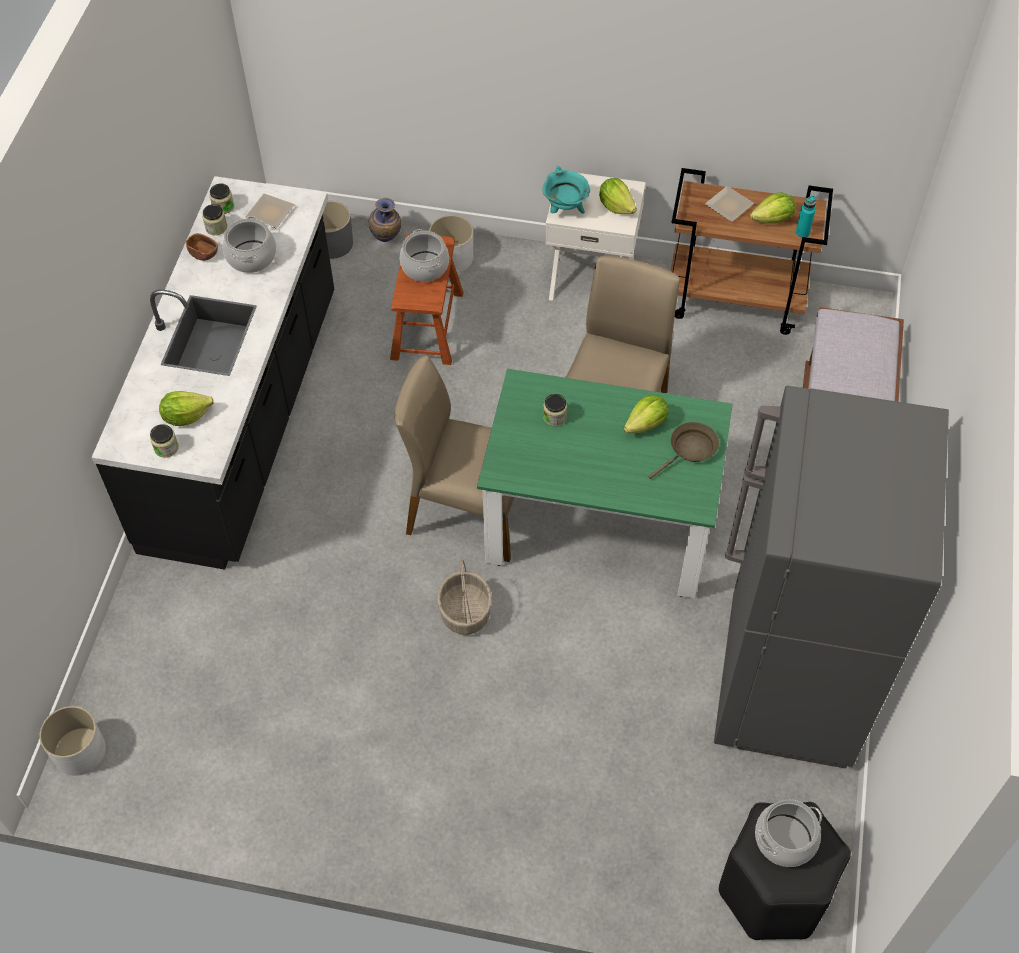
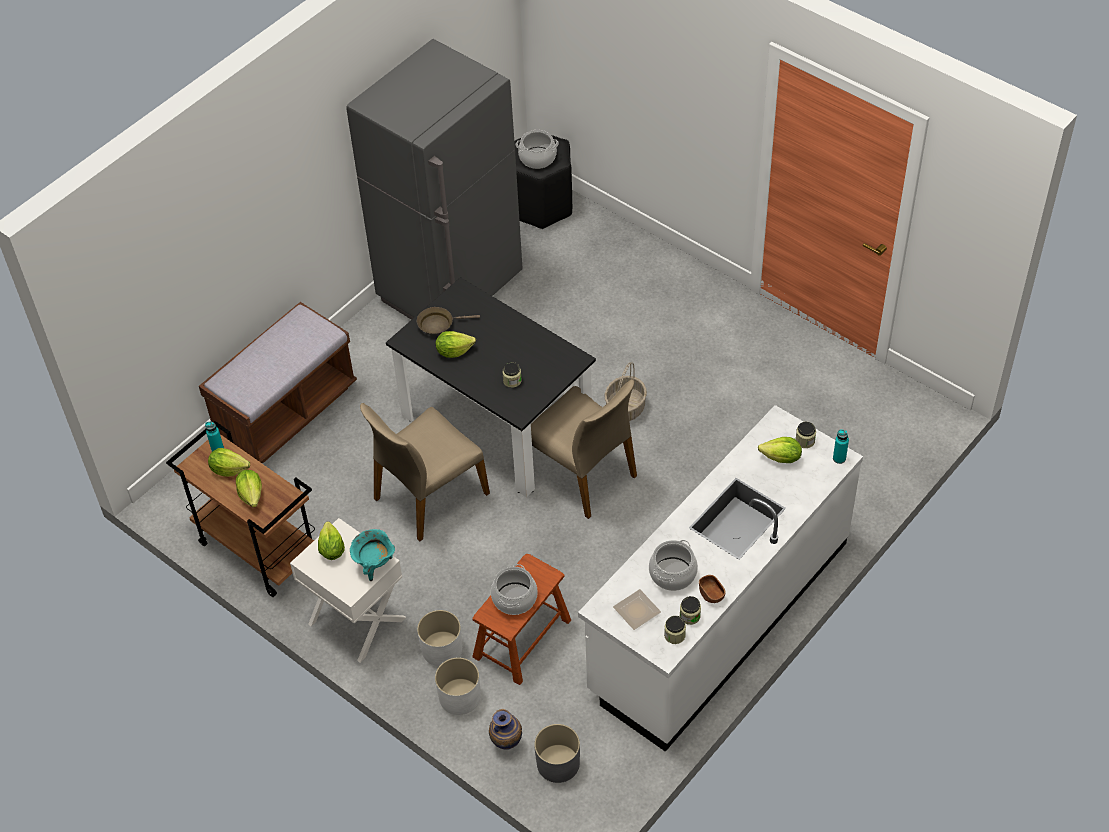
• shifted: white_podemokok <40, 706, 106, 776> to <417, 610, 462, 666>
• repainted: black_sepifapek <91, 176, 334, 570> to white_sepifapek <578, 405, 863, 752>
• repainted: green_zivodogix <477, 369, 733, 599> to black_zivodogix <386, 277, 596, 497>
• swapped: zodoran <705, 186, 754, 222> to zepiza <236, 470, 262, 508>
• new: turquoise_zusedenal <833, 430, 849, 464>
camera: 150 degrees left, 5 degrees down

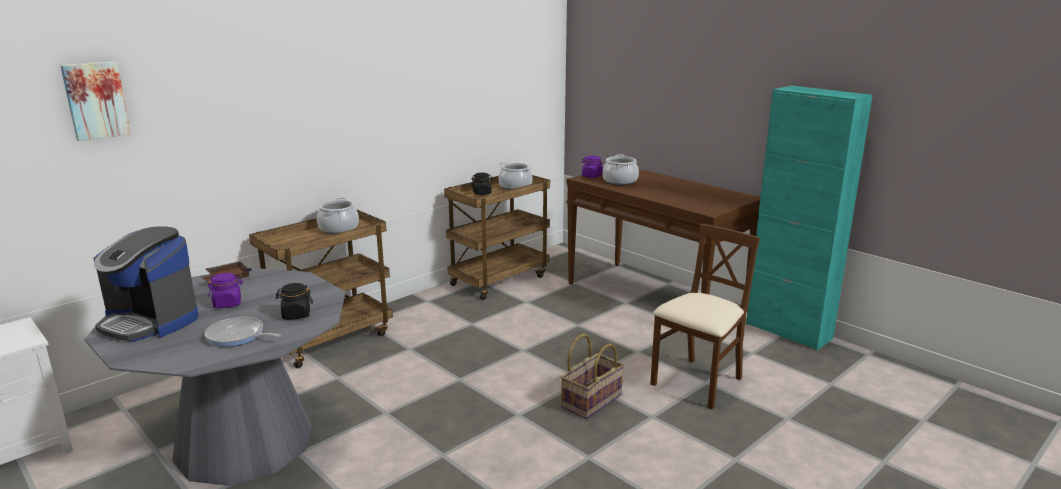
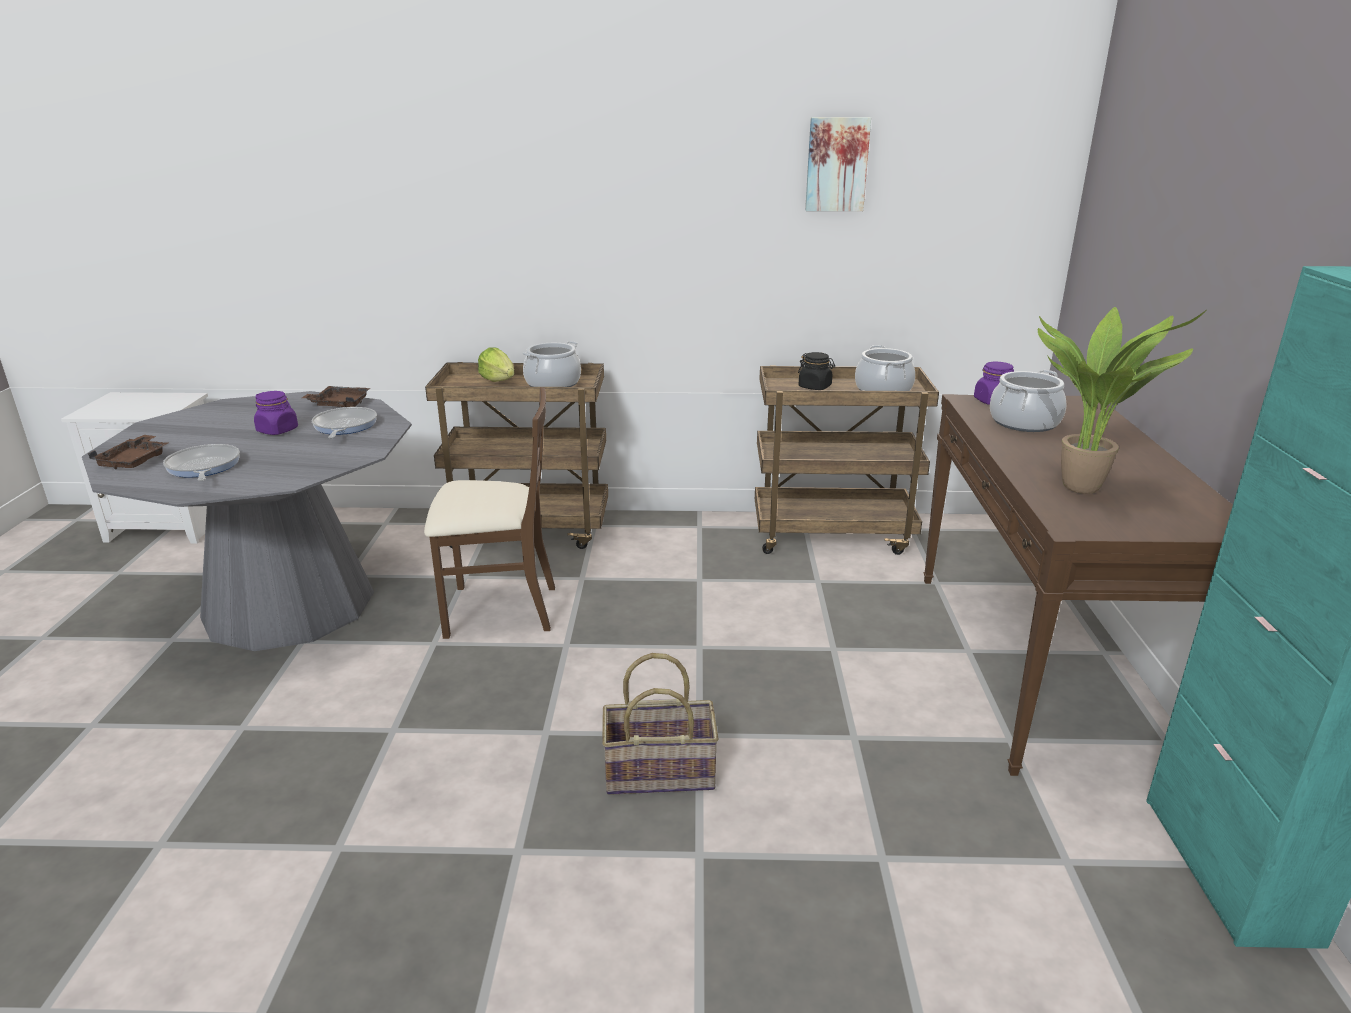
• shifted: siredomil <60, 61, 131, 141> to <805, 117, 871, 211>
• gone: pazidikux <93, 226, 198, 342>
• gone: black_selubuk <275, 283, 313, 320>
• shifted: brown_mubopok <650, 224, 760, 410> to <424, 387, 555, 639>
• new: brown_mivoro <88, 435, 168, 470>
• new: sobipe <311, 407, 377, 438>
• new: zepiza <478, 347, 515, 382>
• new: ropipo <1038, 307, 1207, 494>
camera: 45 degrees right, 5 degrees up

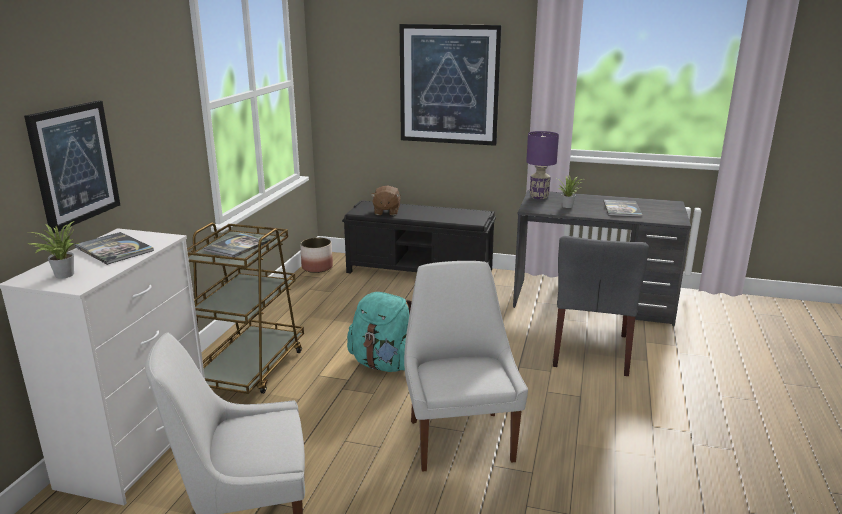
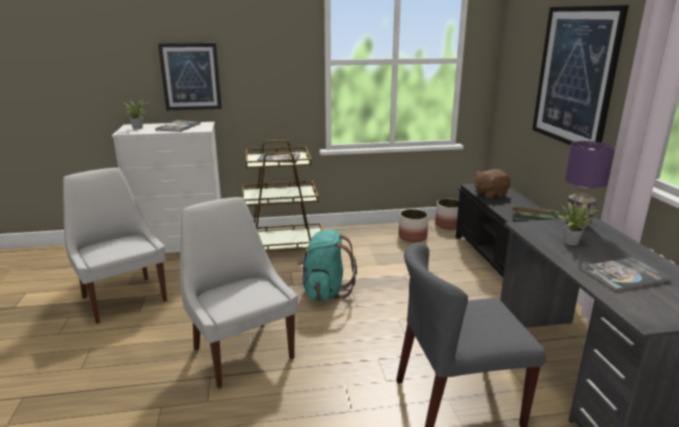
• rotated: white_mubopok <404, 261, 528, 472> = <180, 197, 298, 389> 90 degrees counterclockwise
• new: podemokok <398, 209, 429, 242>
• new: green_mivoro <513, 205, 560, 220>
camera: 65 degrees right, 0 degrees up

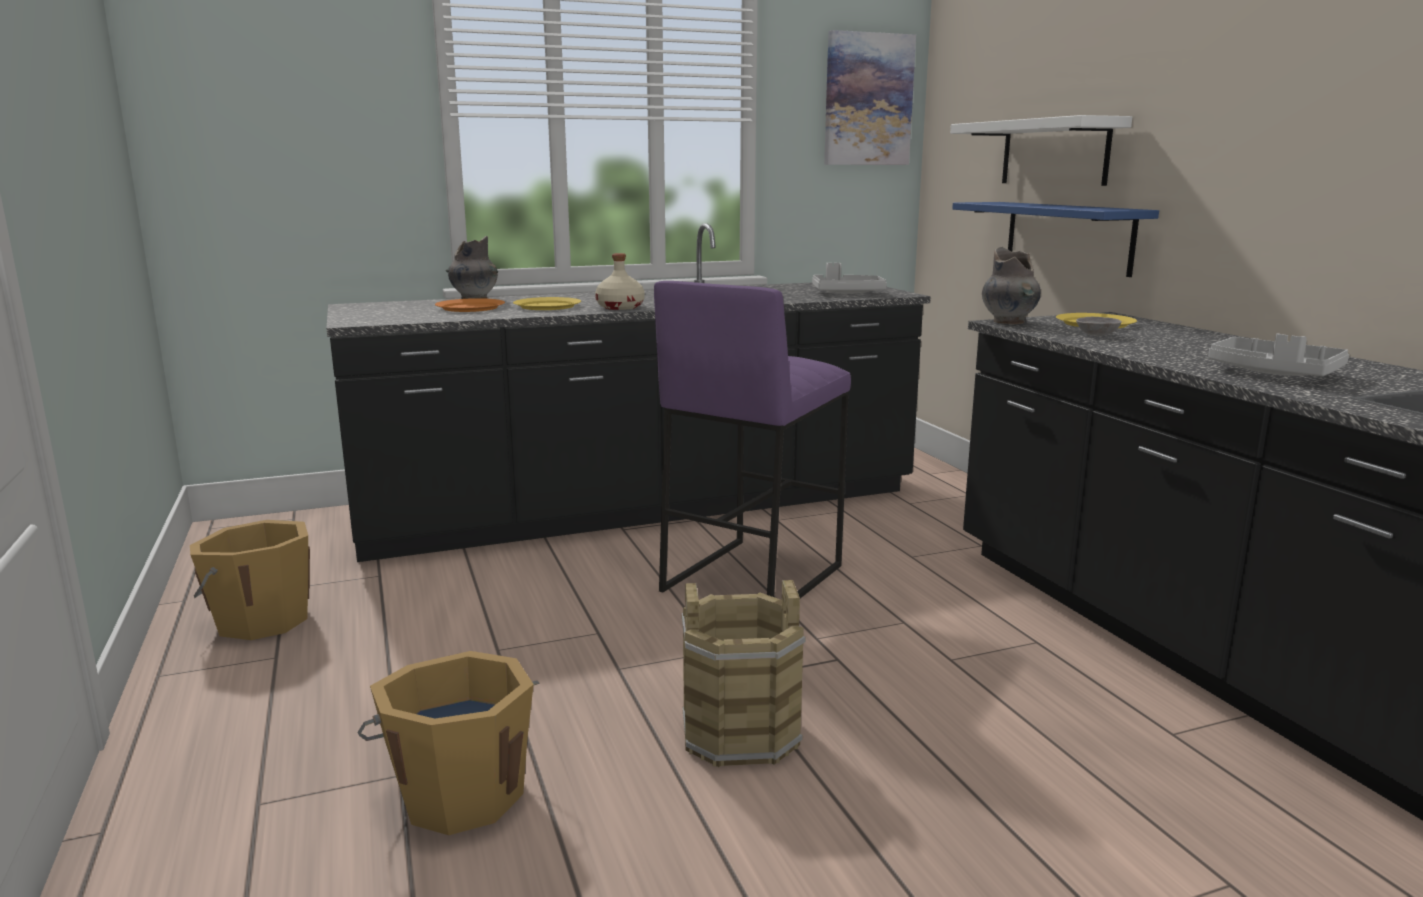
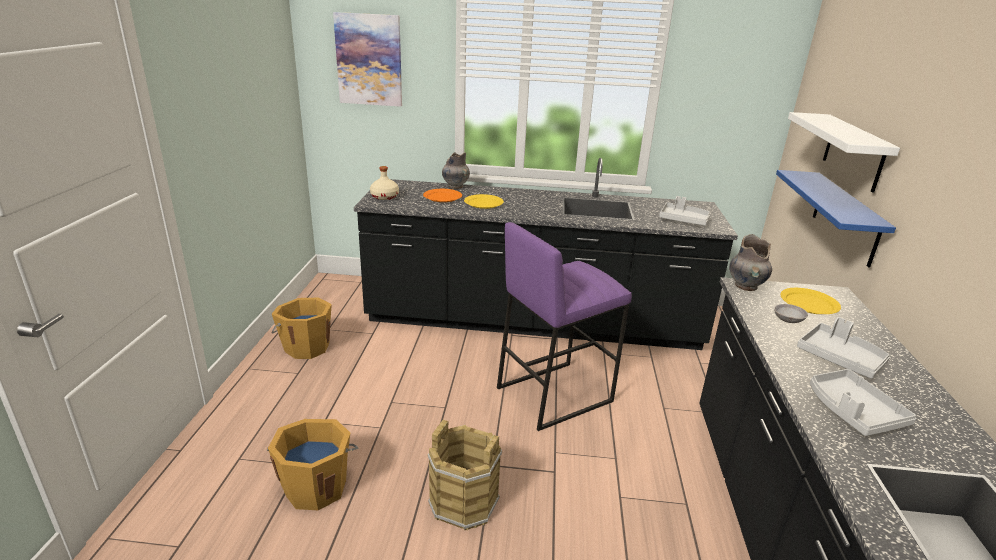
• shifted: beige_zusedenal <595, 253, 645, 310> to <370, 166, 399, 200>
• shifted: siredomil <824, 30, 916, 165> to <333, 12, 402, 107>
• new: grey_mivoro <797, 317, 890, 379>
camera: 25 degrees right, 10 degrees up

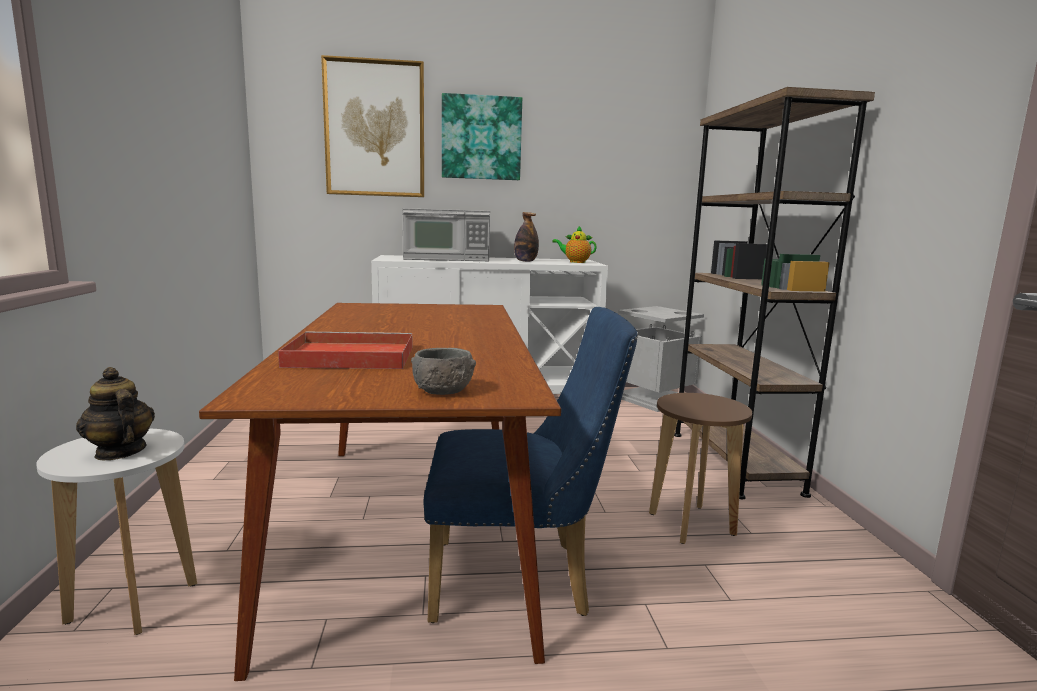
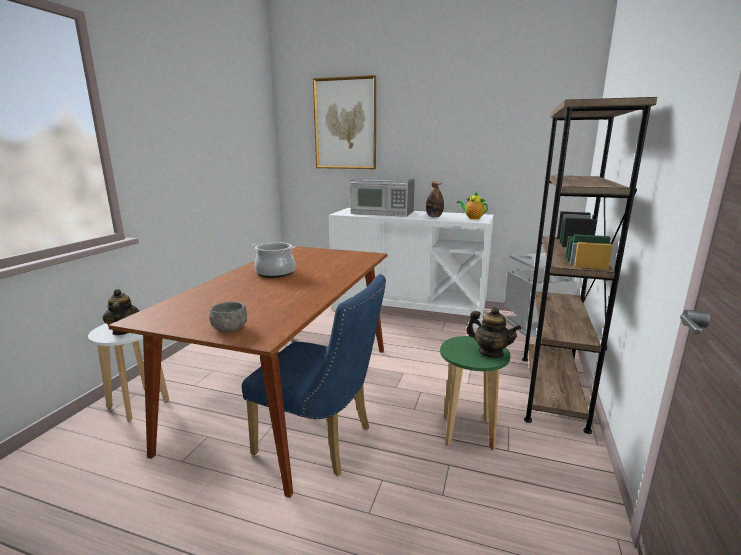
• gone: red_mivoro <278, 332, 413, 369>
• gone: siredomil <442, 93, 522, 180>
• repainted: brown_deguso <649, 393, 752, 544> to green_deguso <440, 336, 510, 450>
• new: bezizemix <252, 242, 295, 278>
• new: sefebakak <466, 307, 521, 358>
camera: 25 degrees right, 5 degrees up

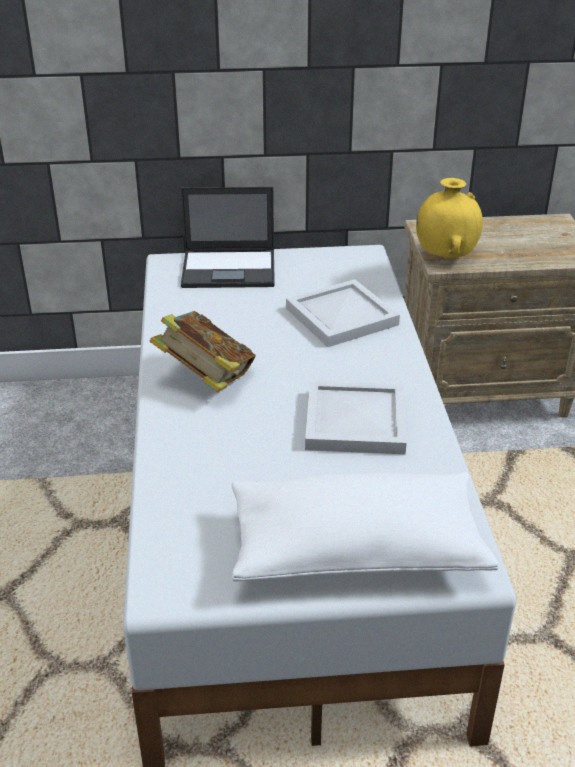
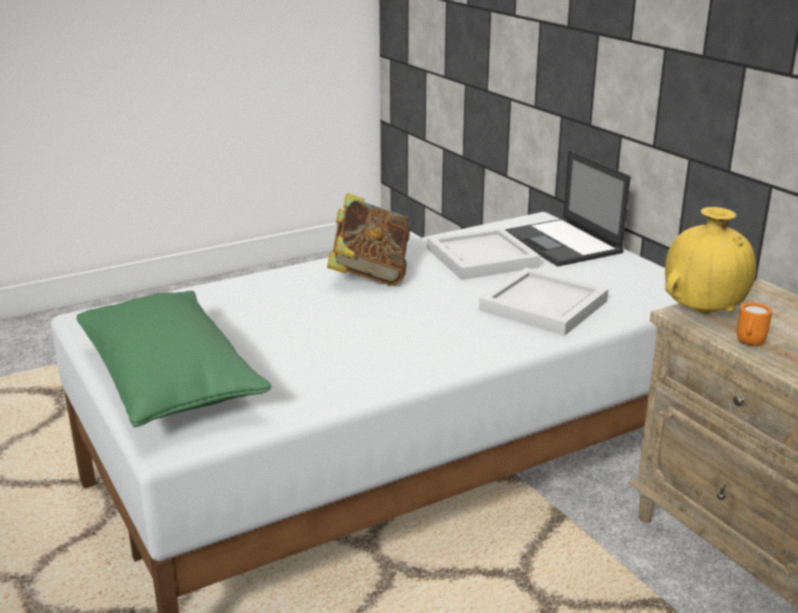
• repainted: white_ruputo <232, 472, 498, 581> to green_ruputo <76, 291, 271, 428>
• shifted: white_mivoro <305, 381, 407, 454> to <427, 227, 541, 280>
• new: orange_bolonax <737, 302, 772, 346>
camera: 65 degrees right, 10 degrees down

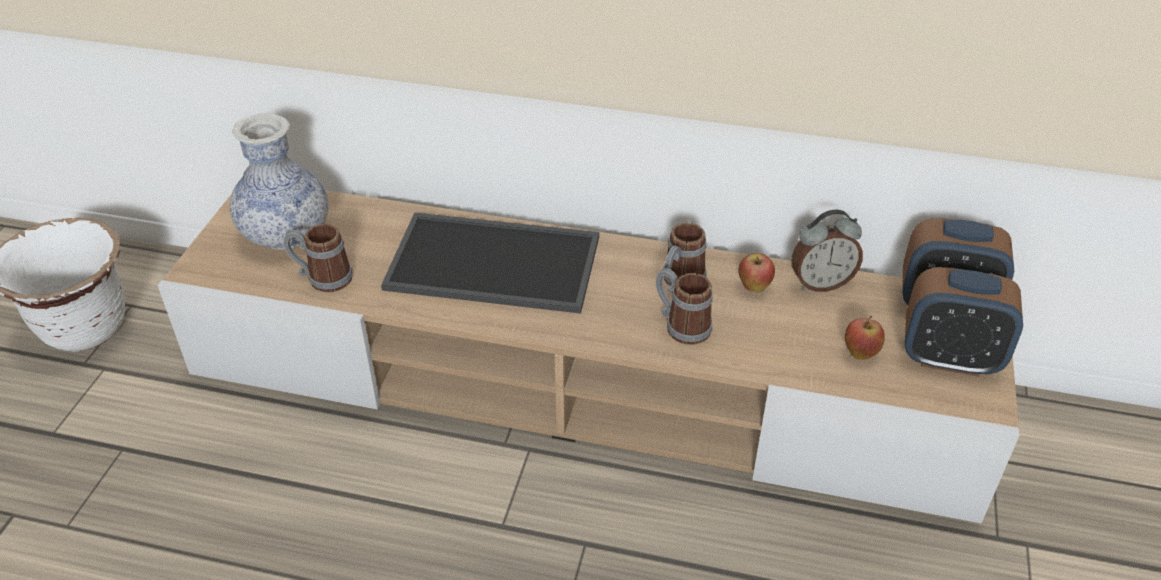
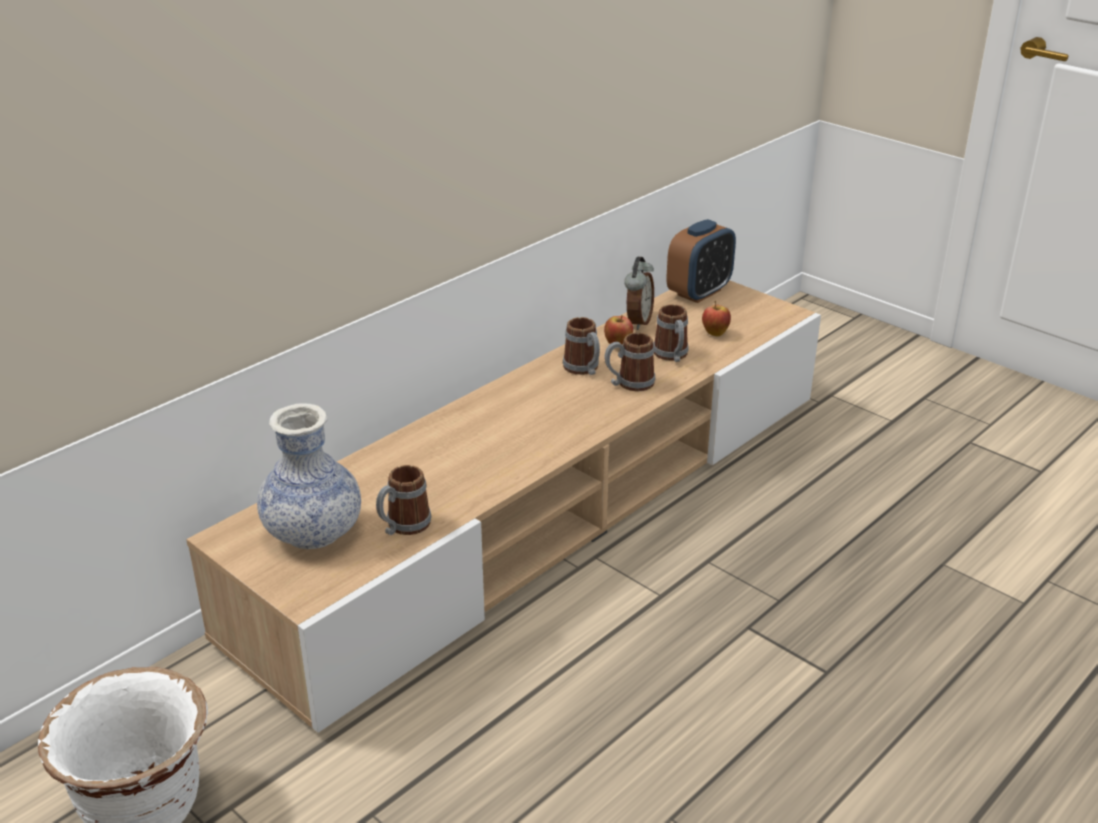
• gone: mivoro <381, 213, 599, 314>
• gone: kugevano <905, 267, 1023, 377>
• new: bolonax <653, 304, 689, 362>
camera: 60 degrees left, 10 degrees down

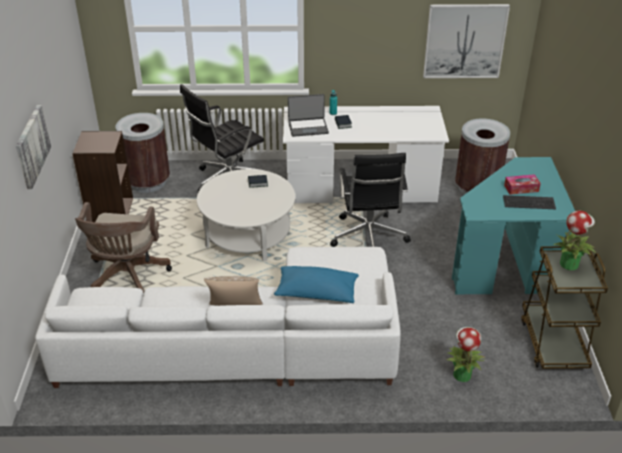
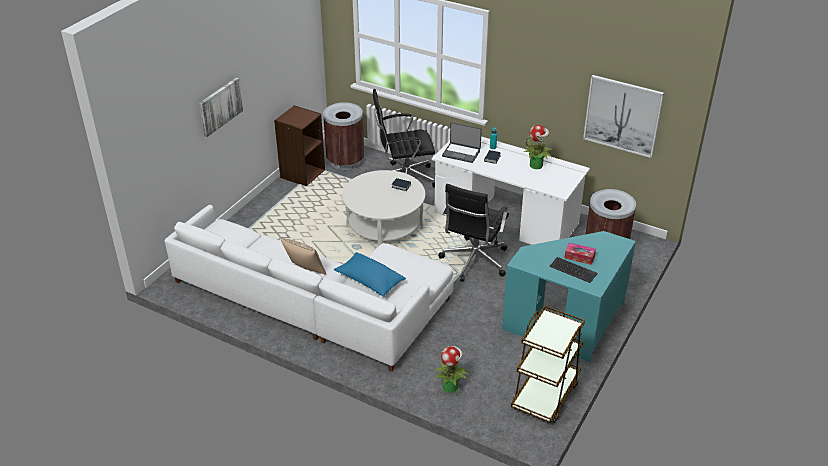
• gone: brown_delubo <75, 202, 172, 293>
• shifted: ropipo <553, 211, 596, 270> to <523, 125, 553, 169>
camera: 30 degrees right, 0 degrees up

